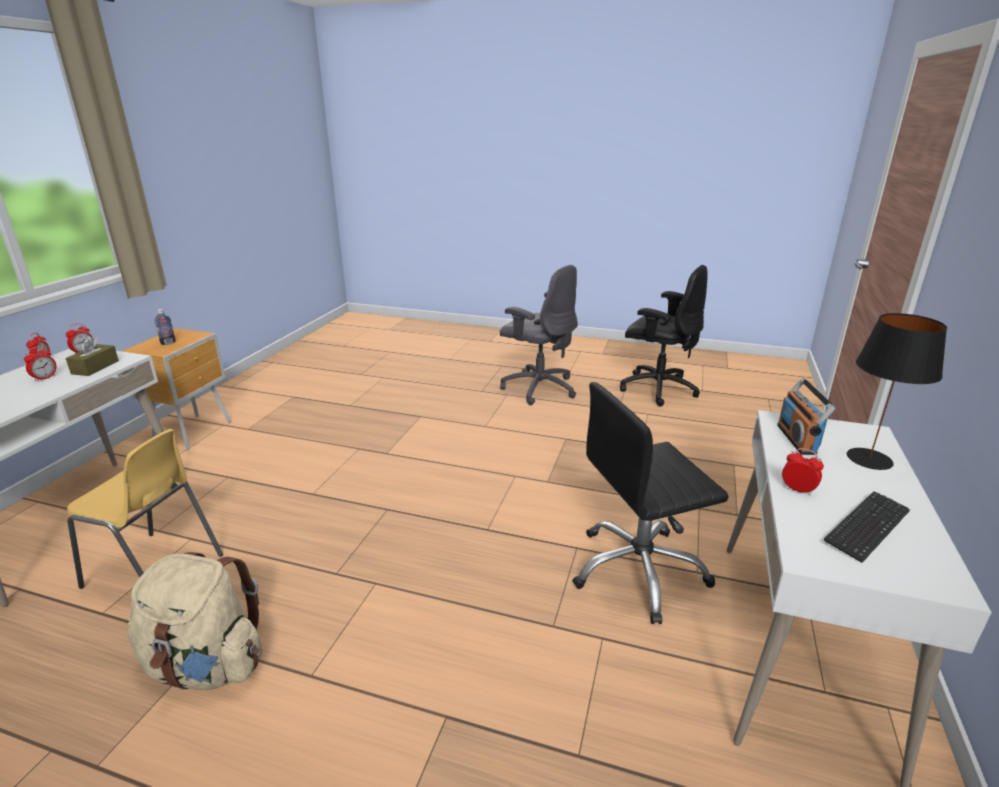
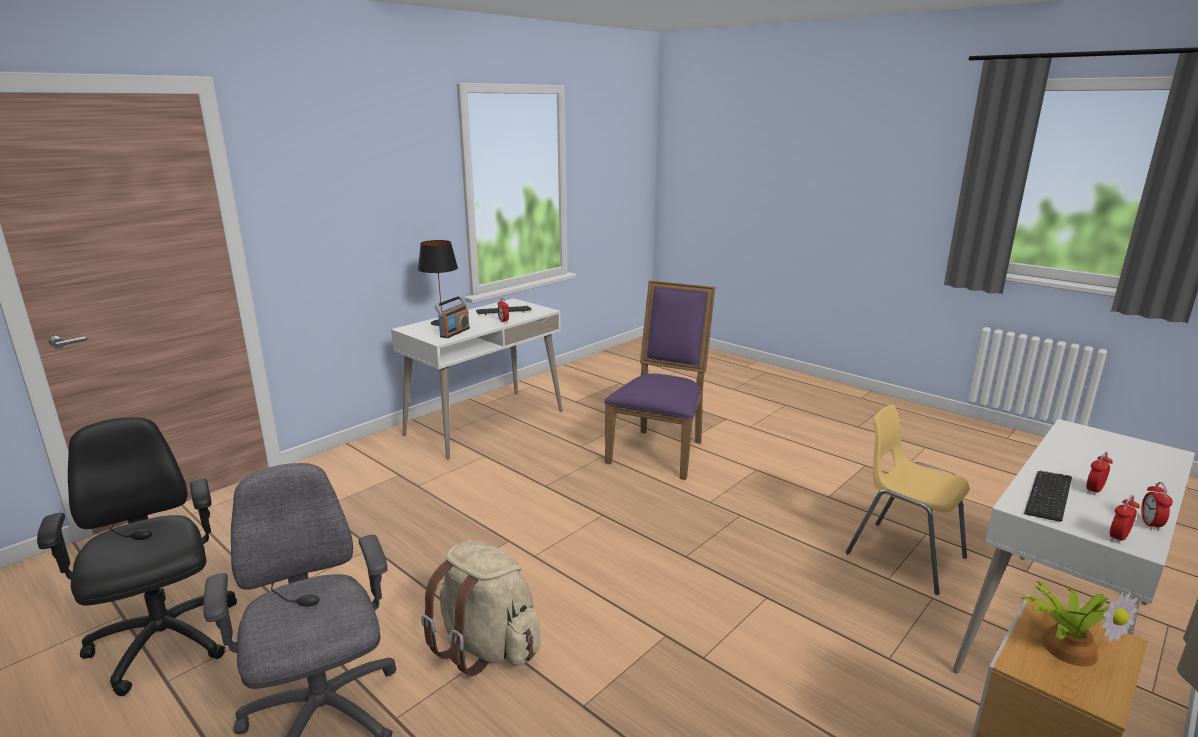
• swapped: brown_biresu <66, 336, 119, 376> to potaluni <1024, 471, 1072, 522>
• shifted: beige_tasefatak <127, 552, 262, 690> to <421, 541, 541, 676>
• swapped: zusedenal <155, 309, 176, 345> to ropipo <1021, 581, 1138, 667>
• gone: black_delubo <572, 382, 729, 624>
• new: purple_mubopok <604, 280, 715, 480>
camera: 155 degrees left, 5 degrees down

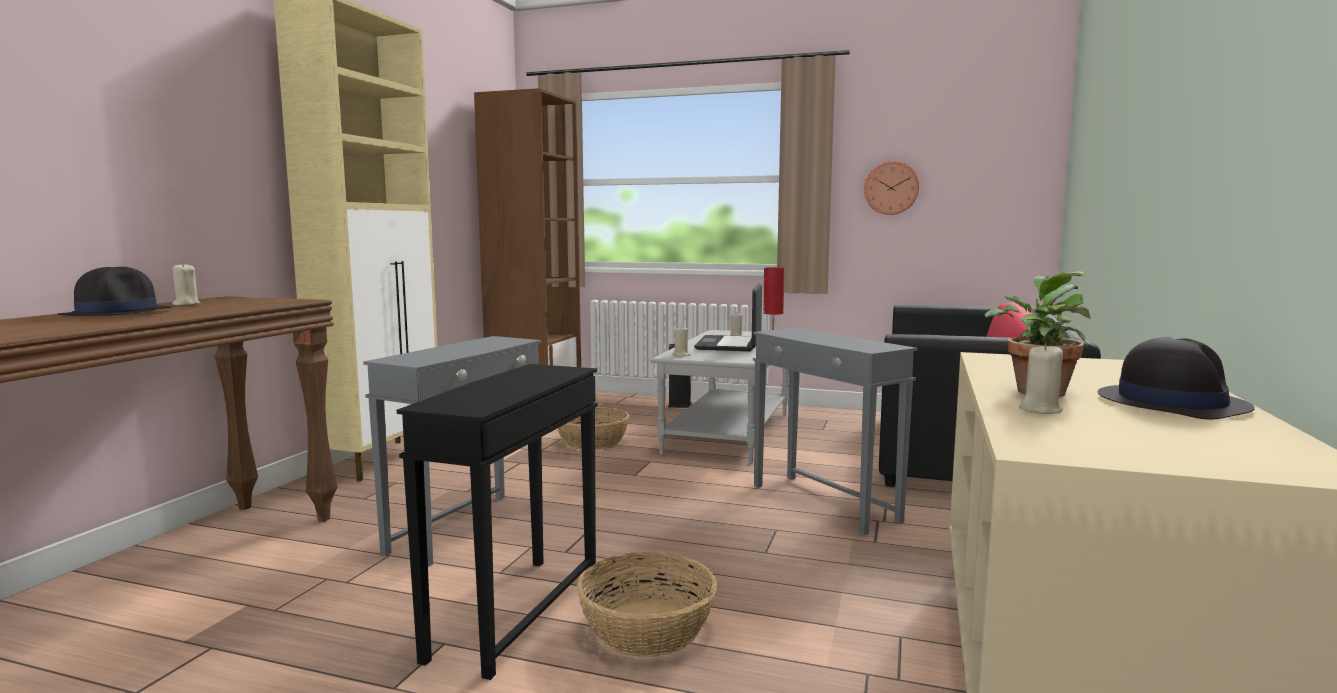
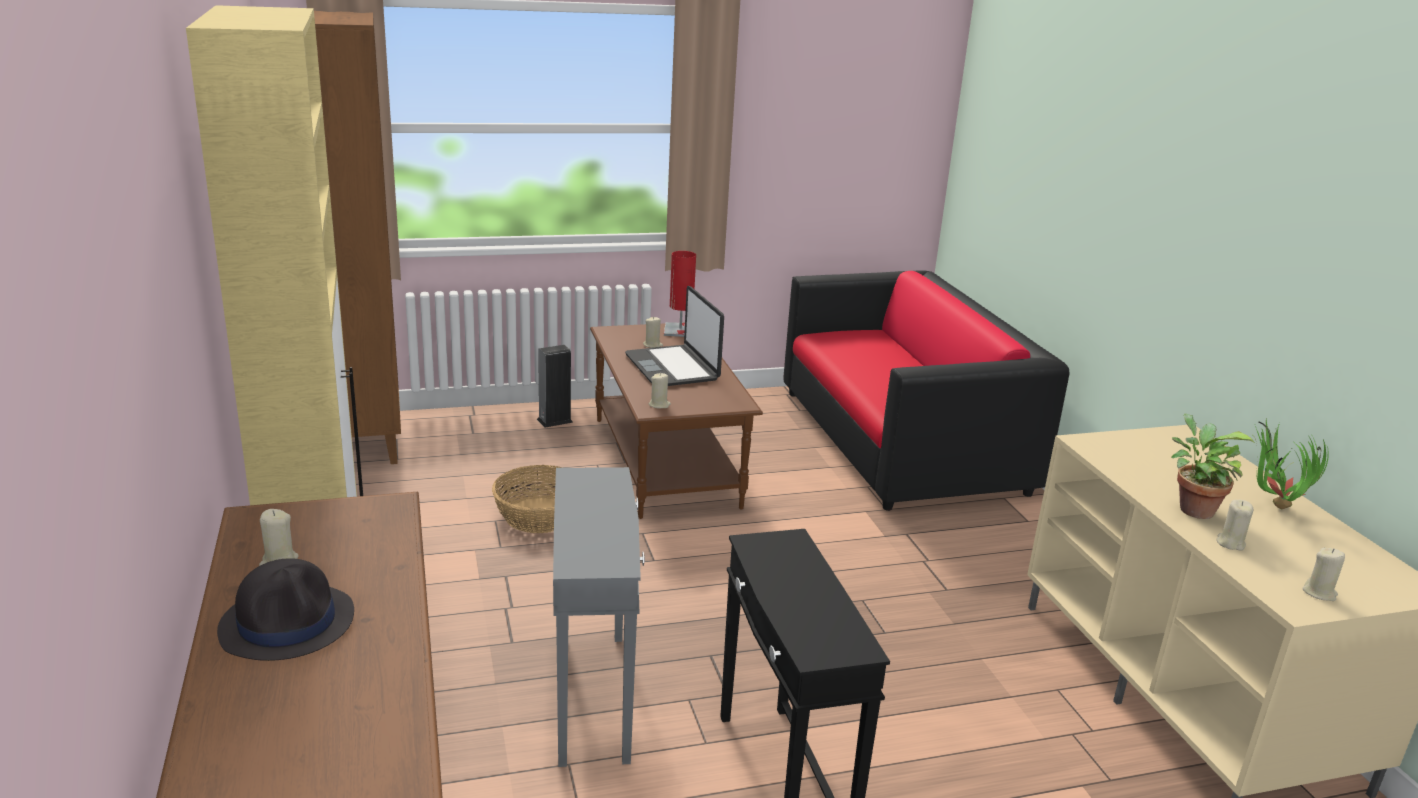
• gone: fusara <577, 552, 717, 657>
• repainted: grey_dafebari <650, 330, 789, 464> to brown_dafebari <590, 323, 763, 519>
• gone: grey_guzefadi <753, 328, 917, 535>
• gone: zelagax <864, 161, 919, 215>
• swapped: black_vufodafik <1098, 337, 1255, 420> to ropipo <1254, 419, 1329, 509>
• new: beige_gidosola <1302, 548, 1345, 601>
camera: 35 degrees left, 15 degrees up

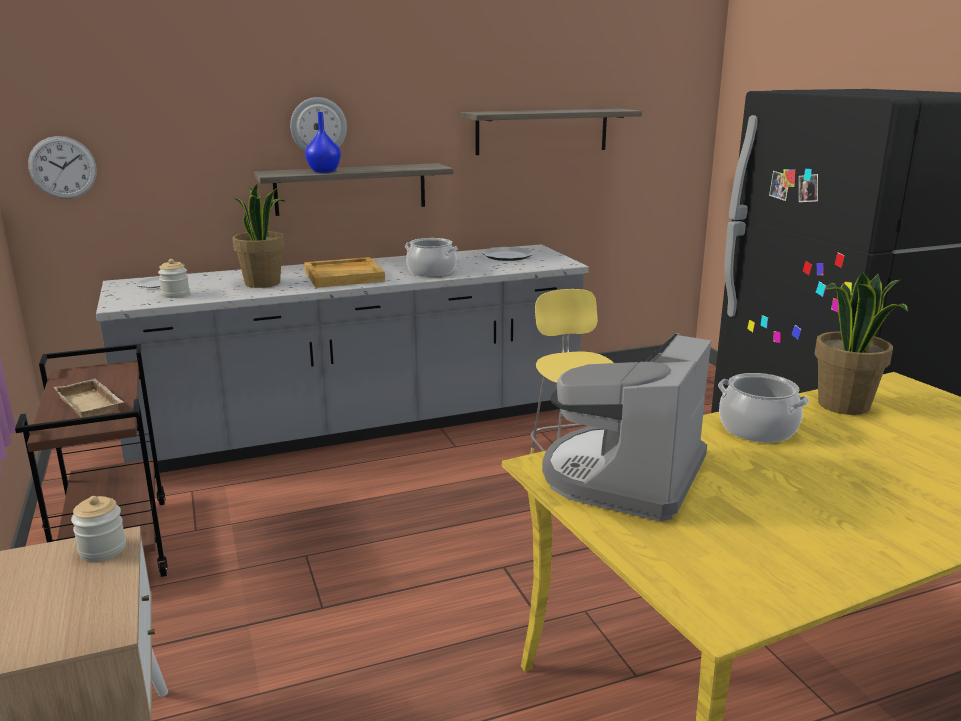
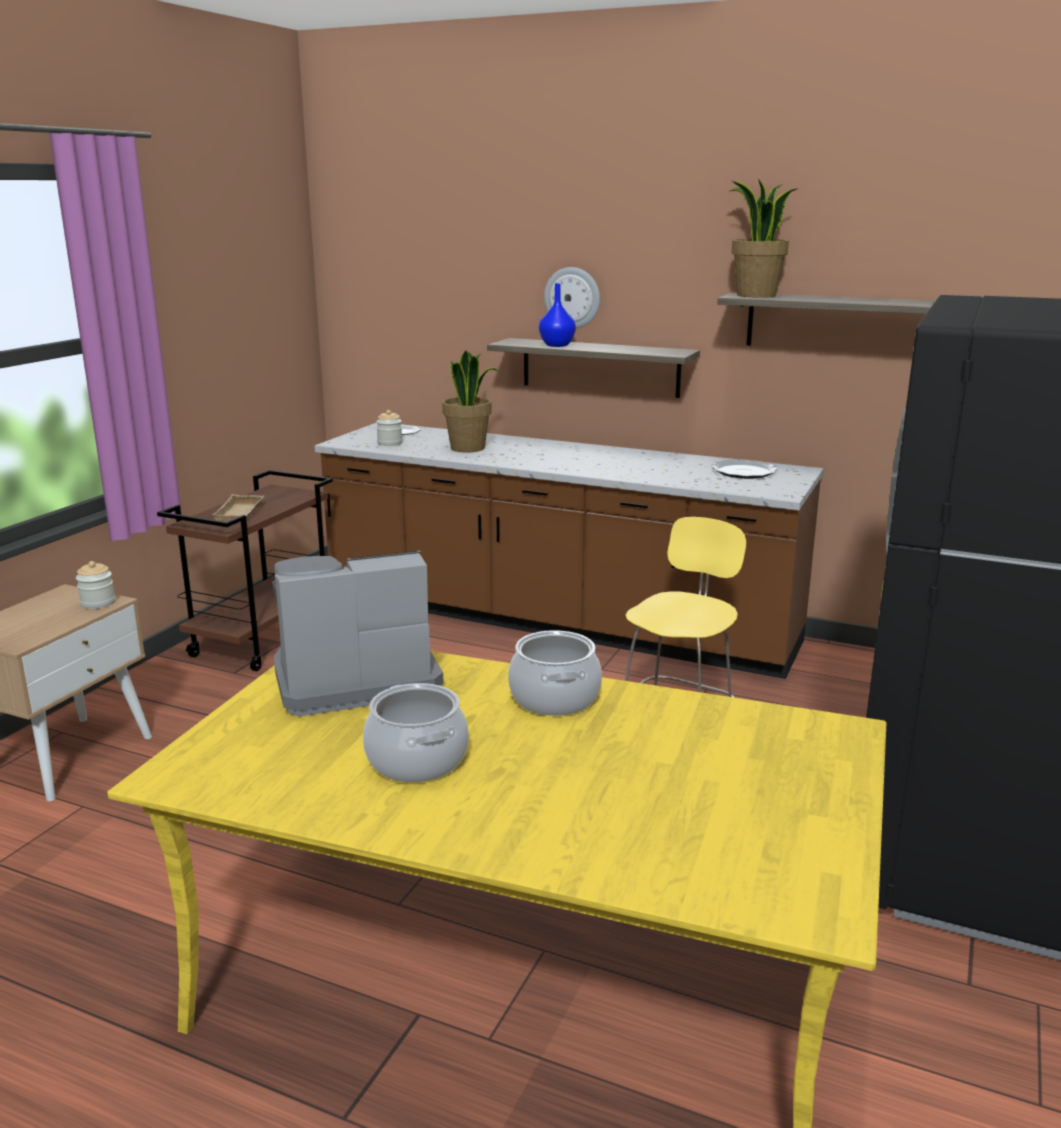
• gone: zelagax <28, 136, 97, 199>
• repainted: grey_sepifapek <96, 244, 589, 473> to brown_sepifapek <315, 423, 824, 679>
• gone: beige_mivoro <304, 257, 385, 288>
• shifted: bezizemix <405, 238, 458, 277> to <363, 683, 469, 782>
• shifted: ropipo <814, 272, 908, 415> to <729, 178, 799, 298>
camera: 45 degrees right, 0 degrees up

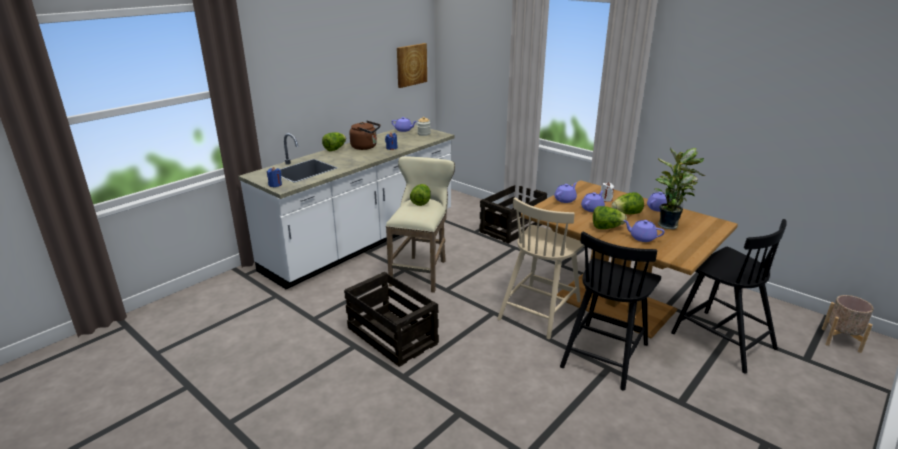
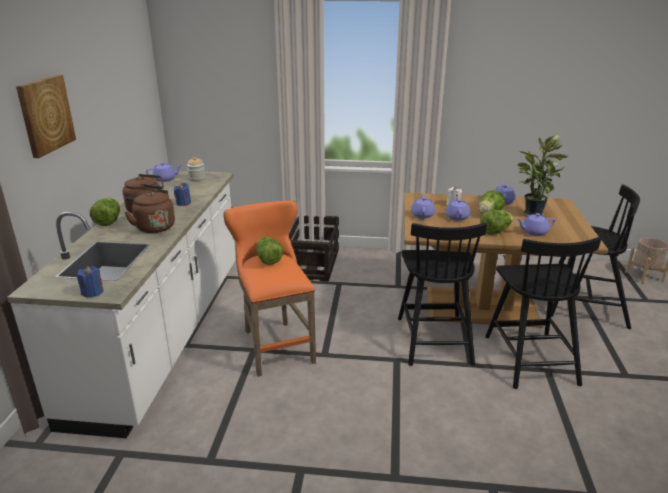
• gone: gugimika <344, 272, 439, 367>
• repainted: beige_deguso <386, 156, 455, 293> to orange_deguso <223, 201, 316, 377>
• shifted: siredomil <397, 43, 427, 88> to <16, 75, 76, 158>
• repainted: beige_mubopok <497, 197, 585, 339> to black_mubopok <398, 223, 487, 366>
• new: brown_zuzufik <124, 189, 175, 233>
camera: 35 degrees left, 0 degrees up

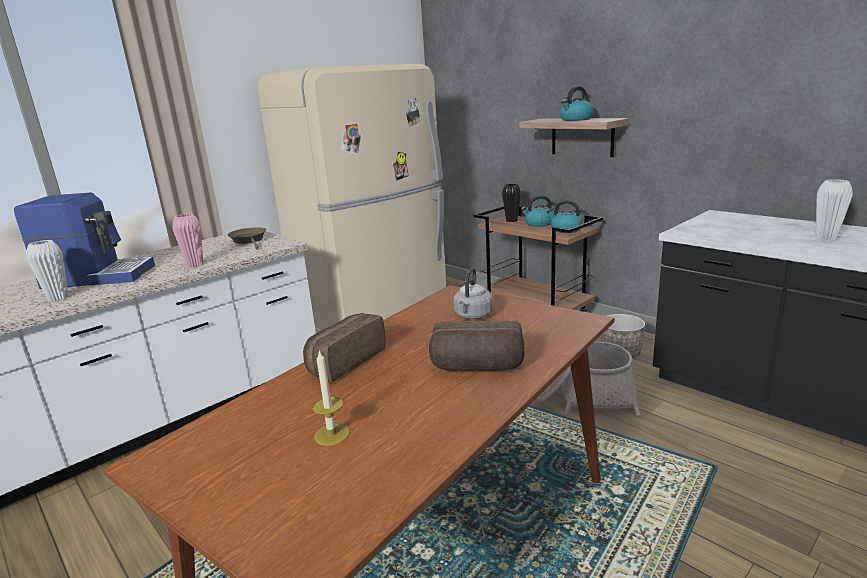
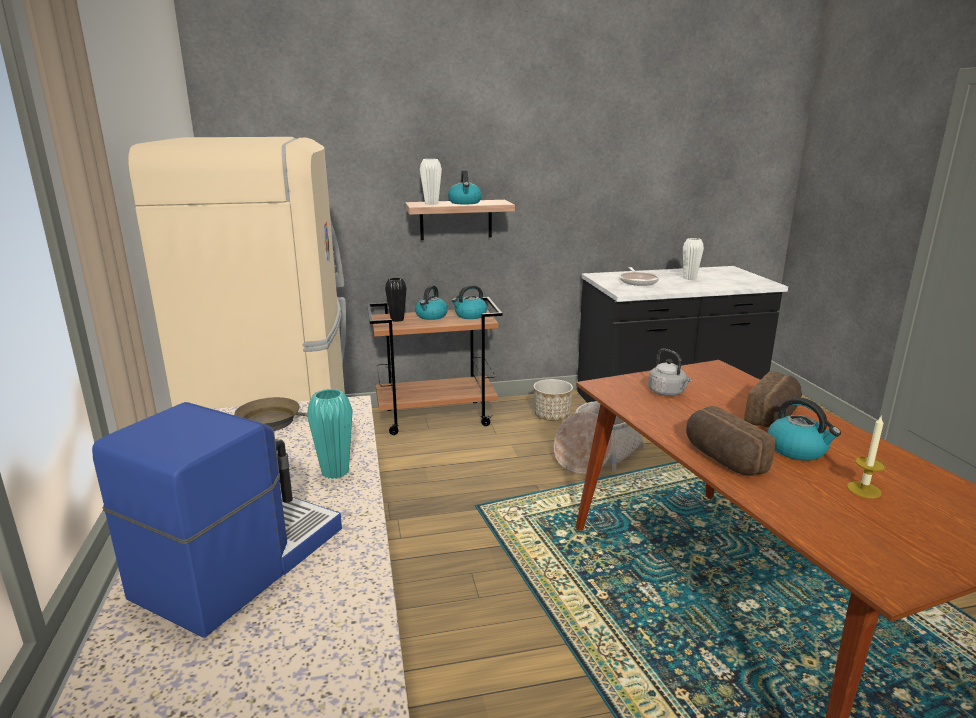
• shifted: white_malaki <26, 240, 69, 302> to <420, 159, 442, 205>
• repainted: pink_malaki <172, 213, 203, 267> to turquoise_malaki <307, 389, 353, 479>
• new: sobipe <620, 267, 659, 286>
• new: zuzufik <767, 397, 841, 461>
camera: 60 degrees left, 0 degrees up

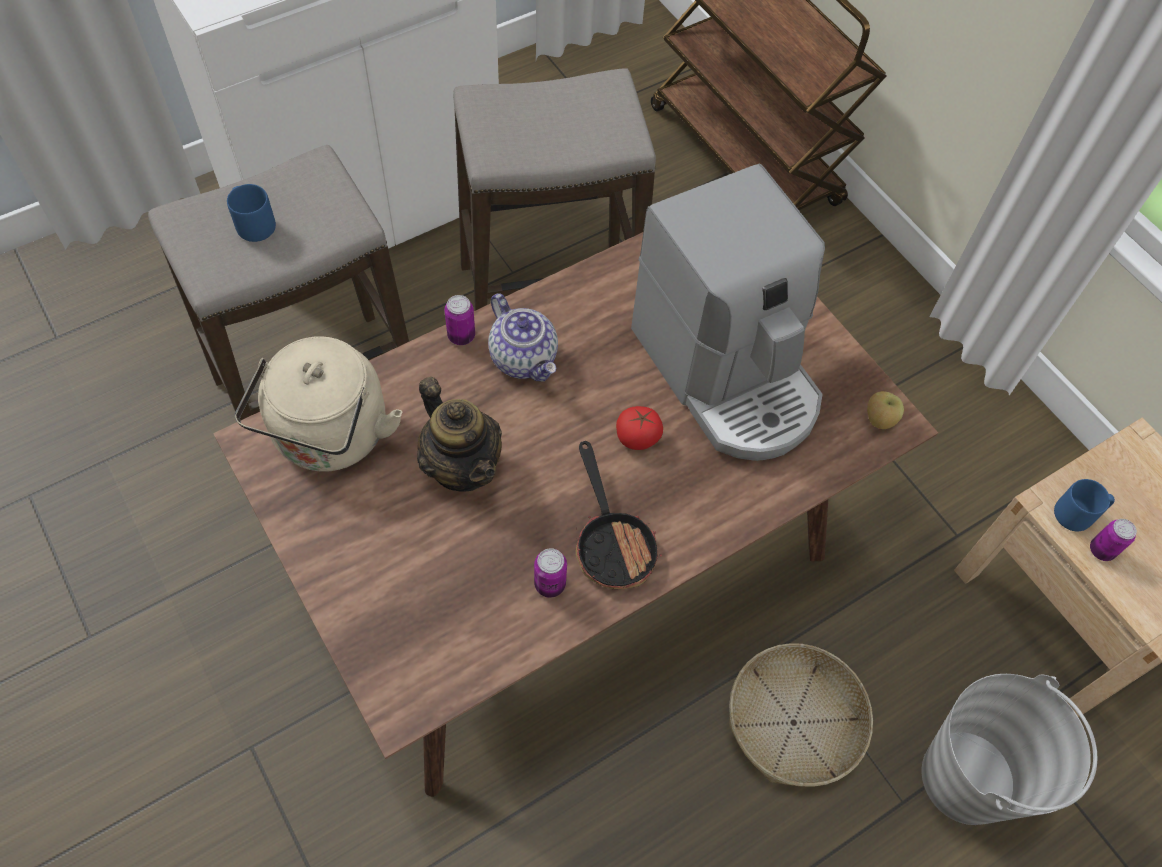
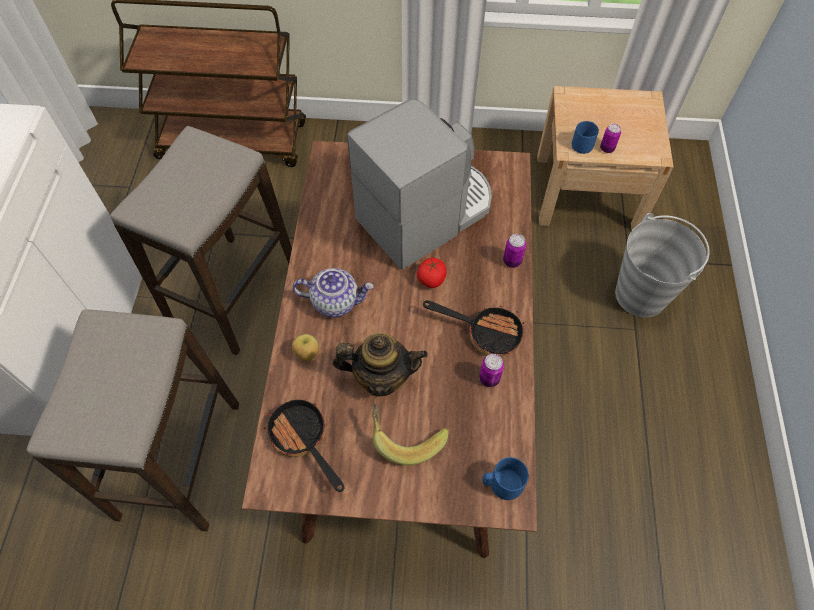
• shifted: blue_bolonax <227, 184, 276, 242> to <482, 457, 529, 500>
• swapped: beige_zuzufik <235, 336, 402, 472> to sobipe <264, 399, 344, 492>
• shifted: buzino <444, 295, 475, 345> to <503, 234, 526, 268>
• rotated: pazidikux <631, 164, 825, 461> = <347, 98, 492, 270> 45 degrees counterclockwise
• gone: fusara <729, 643, 873, 787>
• shifted: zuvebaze <867, 391, 904, 429> to <292, 334, 319, 361>
• new: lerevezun <372, 403, 449, 465>
camera: 50 degrees left, 0 degrees up

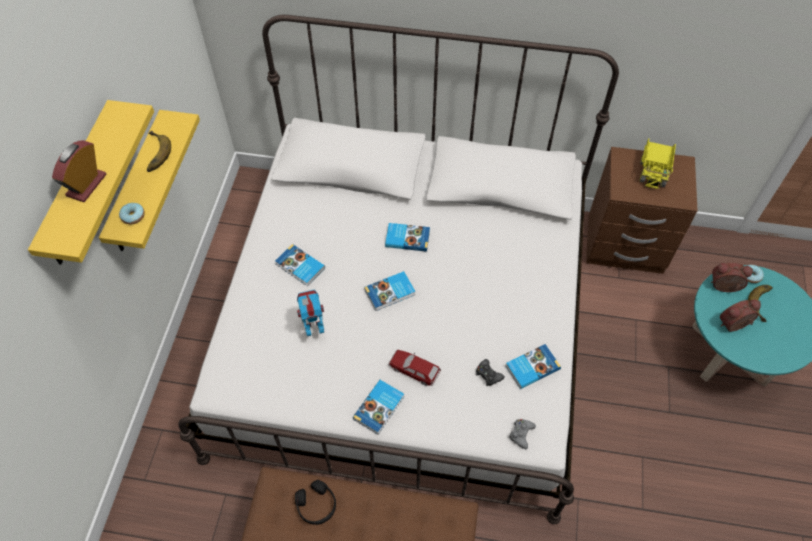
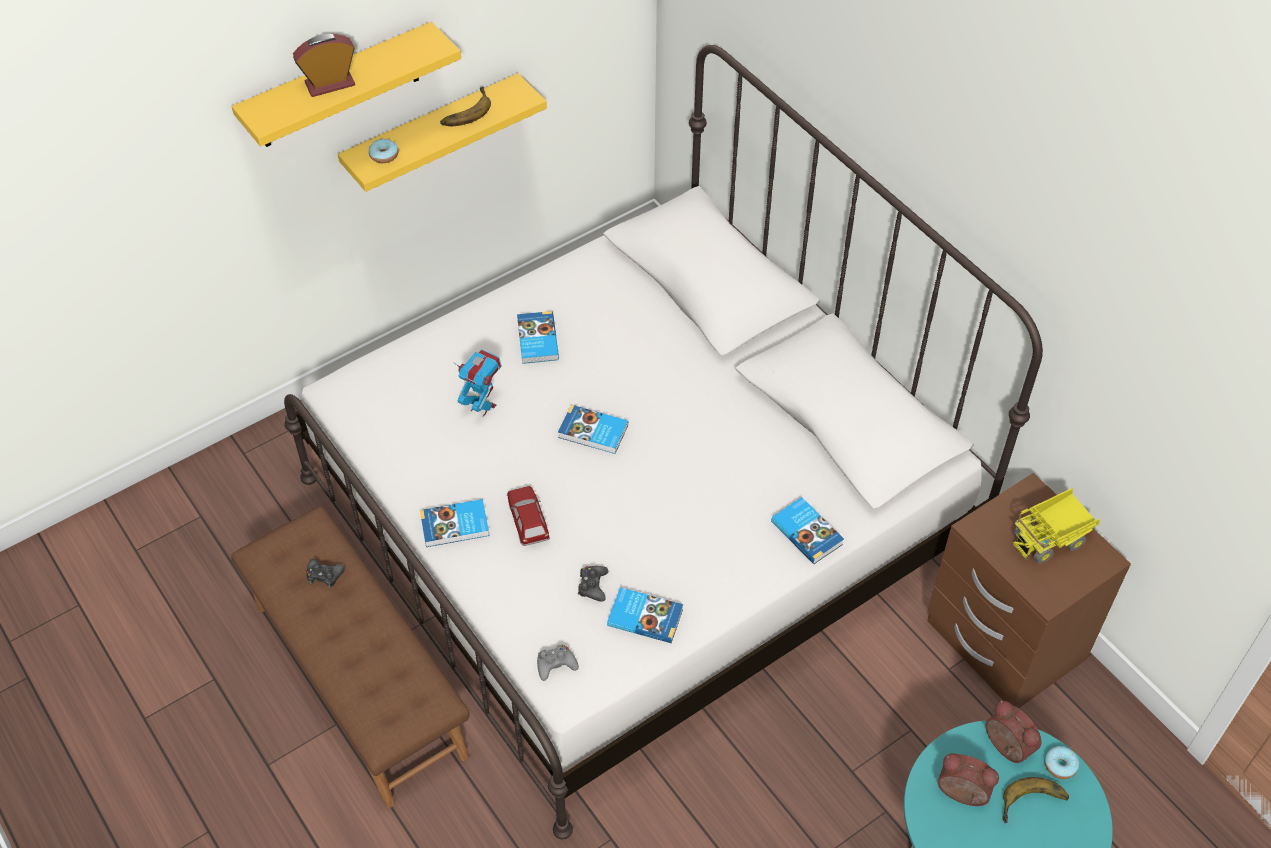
• swapped: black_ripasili <295, 480, 336, 525> to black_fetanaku <306, 559, 345, 588>
• shifted: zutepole <385, 223, 430, 252> to <771, 497, 844, 564>
camera: 45 degrees right, 5 degrees down

